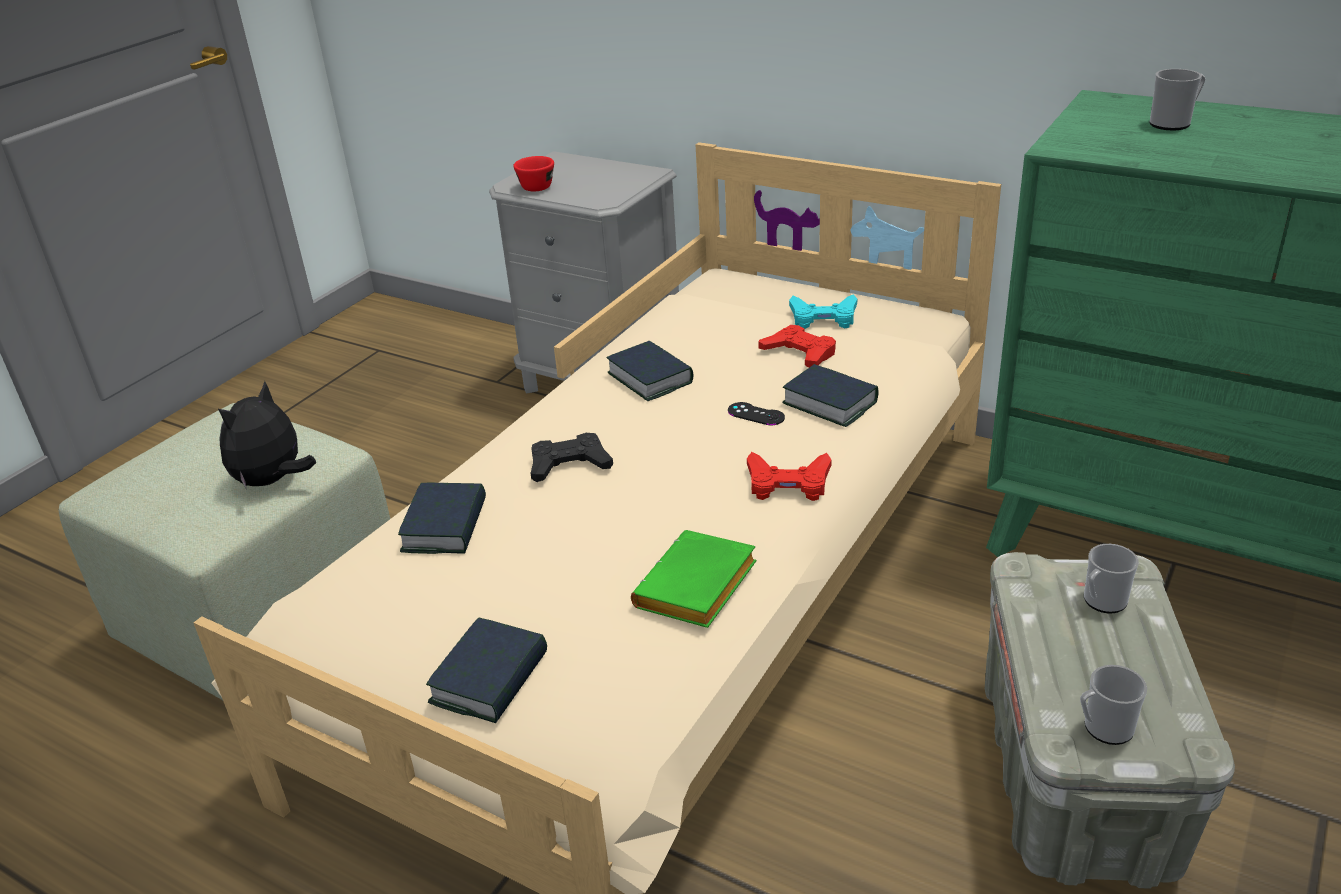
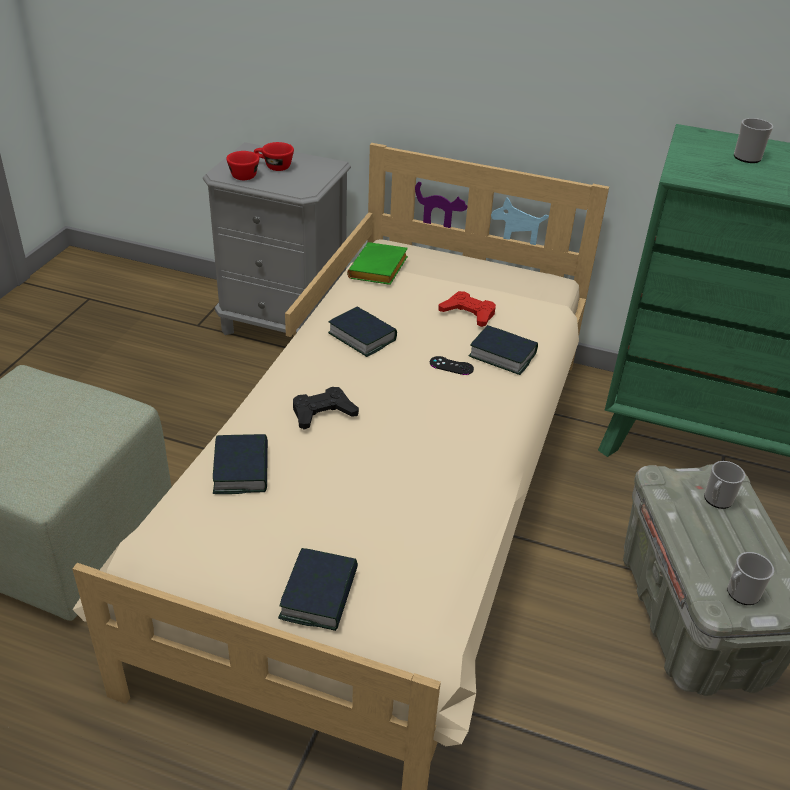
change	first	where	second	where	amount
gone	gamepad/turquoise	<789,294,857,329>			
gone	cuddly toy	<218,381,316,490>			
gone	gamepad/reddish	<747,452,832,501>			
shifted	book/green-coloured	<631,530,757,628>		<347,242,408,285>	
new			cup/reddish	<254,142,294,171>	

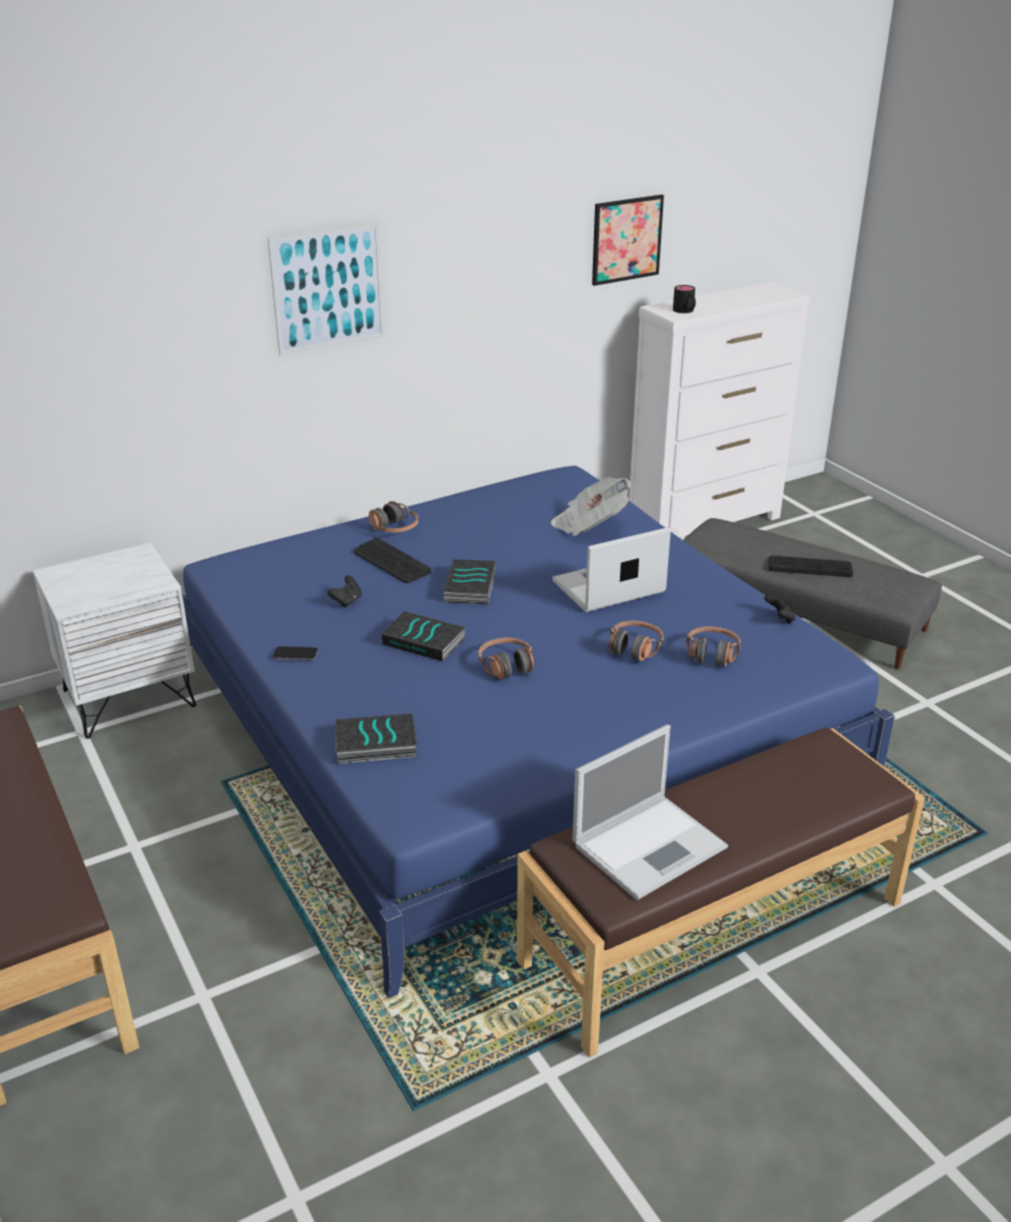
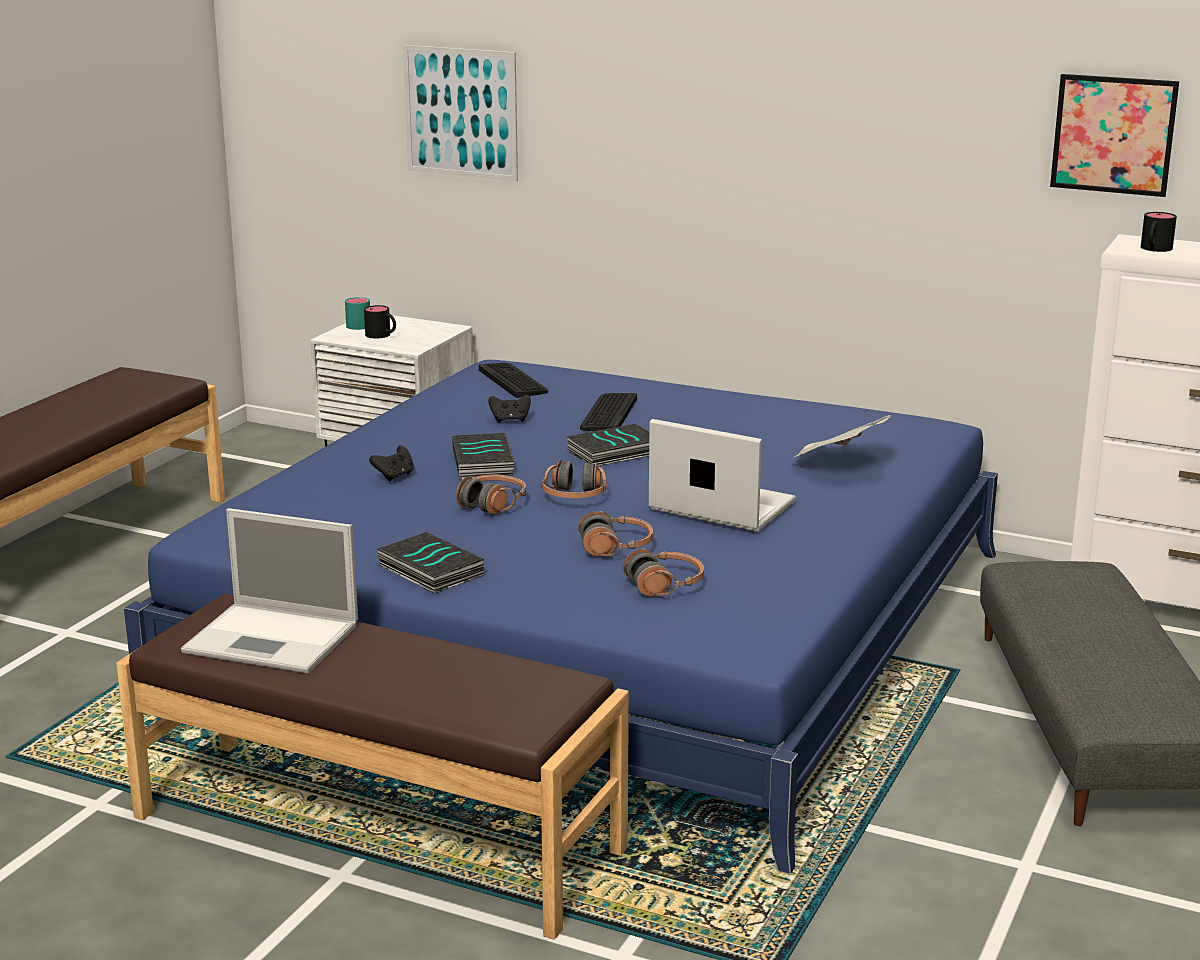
change	first	where	second	where	amount
shifted	picture	<268,222,385,356>		<403,45,518,181>	
shifted	headphones	<369,501,418,533>		<541,460,607,499>	
shifted	PC keyboard	<769,555,853,577>		<479,363,548,398>	
shifted	gamepad/blackish	<764,594,796,624>		<369,446,414,482>	
gone	telephone	<273,646,318,661>			
shifted	book	<335,713,418,764>		<377,532,484,593>	
new			tea mug/turquoise	<345,297,370,330>	
new			tea mug/blackish	<364,305,396,338>	

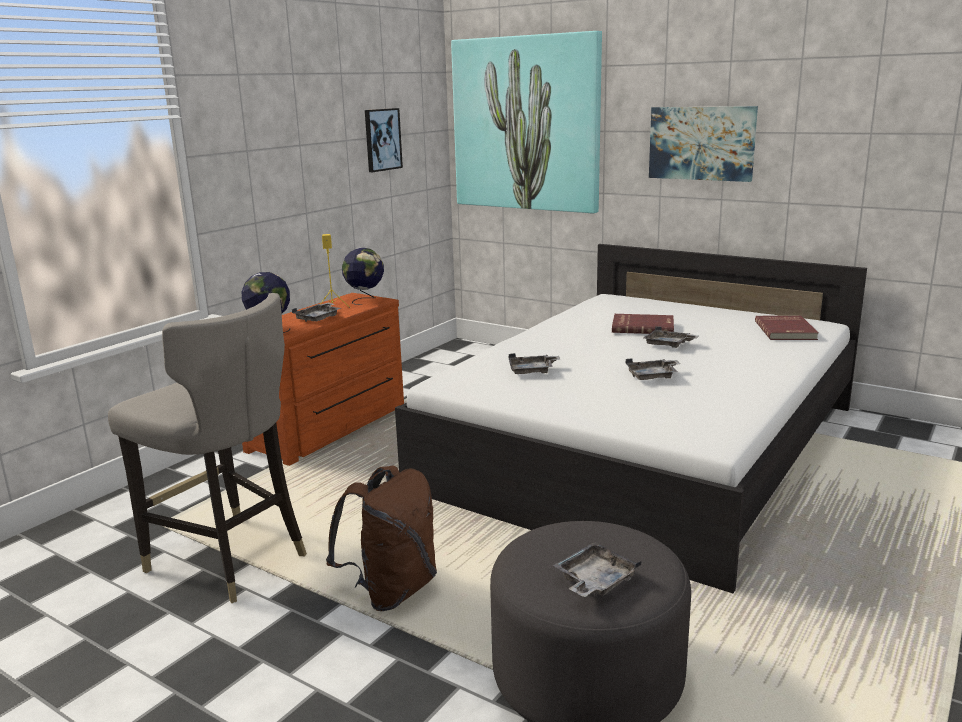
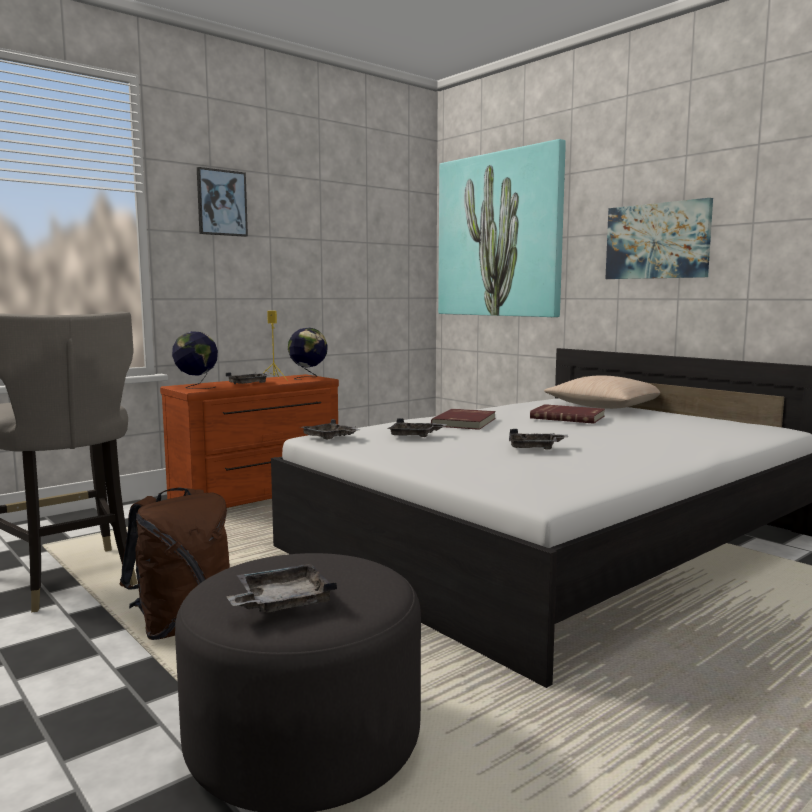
change	first	where	second	where	amount
shifted	picture	<365,108,403,172>		<197,167,248,237>	
shifted	book/reddish	<755,316,819,340>		<431,409,496,430>	
shifted	tray/greyish	<644,326,699,348>		<300,419,361,440>	
new			cushion/beige-coloured	<544,376,660,409>	

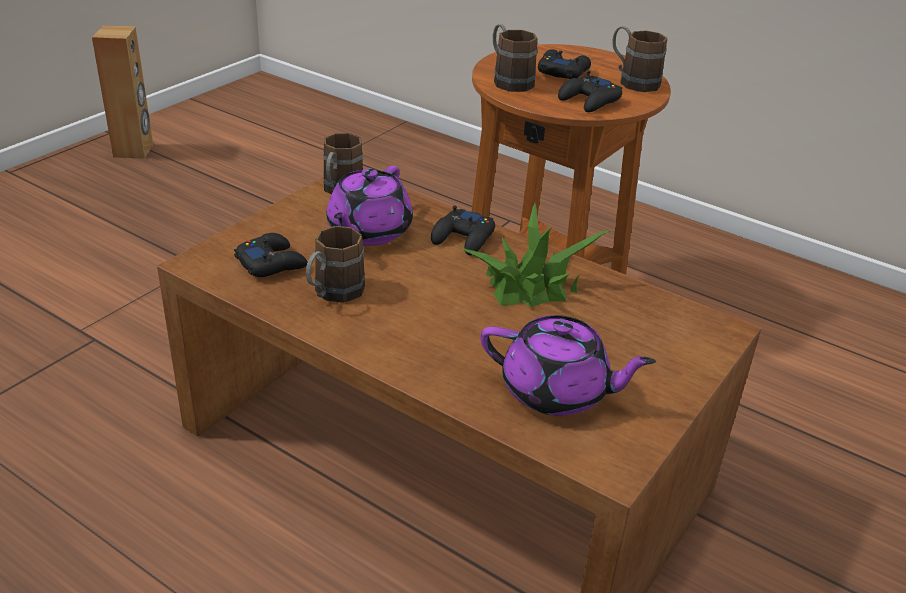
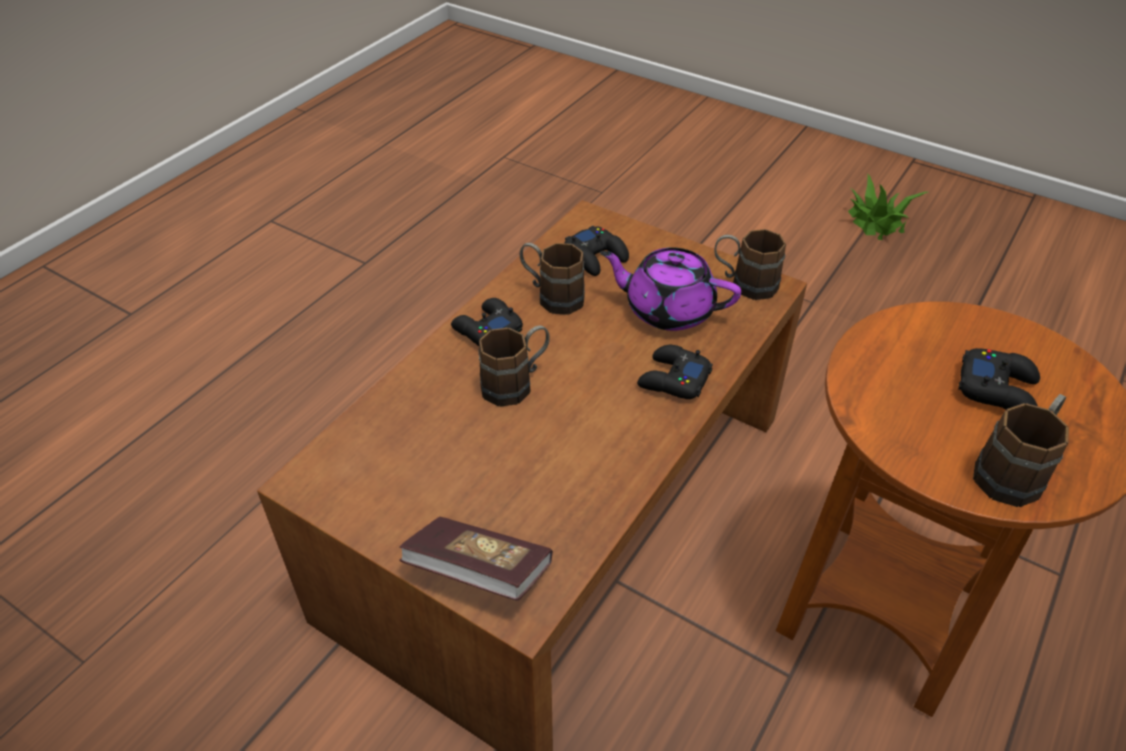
change	first	where	second	where	amount
shifted	tea mug/brown	<493,24,538,92>		<478,325,550,407>	
gone	loudspeaker/brown	<92,26,153,159>			
shifted	gamepad/blackish	<558,70,622,112>		<451,298,523,346>	
shifted	houseplant	<458,203,612,307>		<848,174,928,240>	
gone	teapot/purple-coloured	<480,315,656,416>			
new			book	<399,517,553,601>	

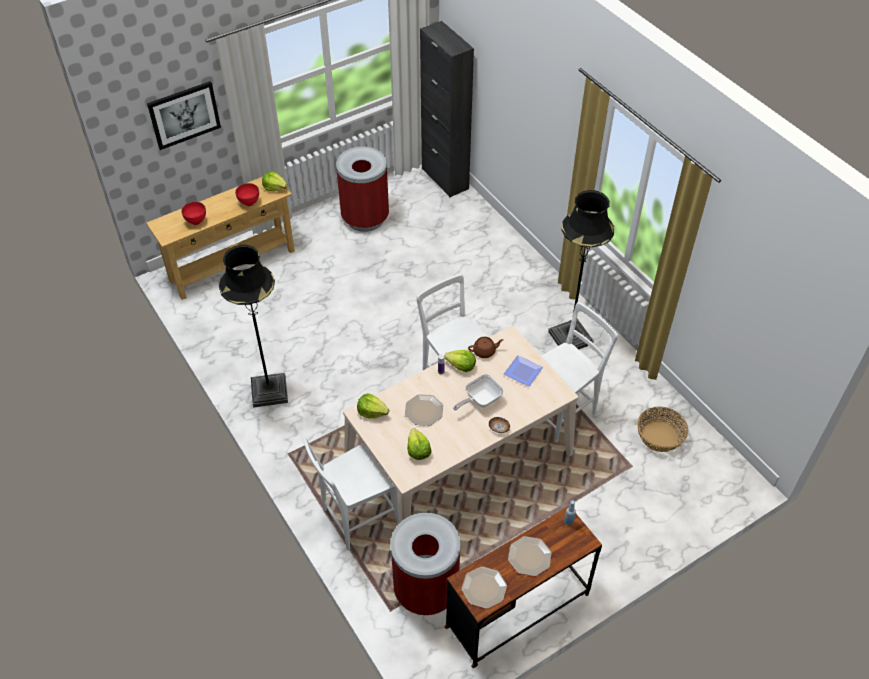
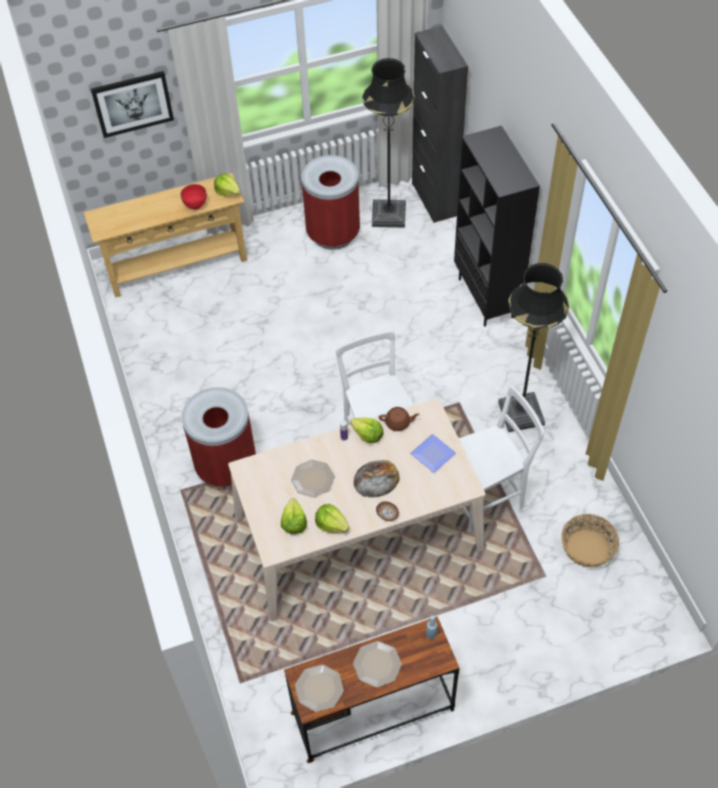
change	first	where	second	where	amount
gone	serving bowl/reddish	<181,202,206,225>			
shifted	floor lamp/blackish	<219,245,288,408>		<362,58,415,228>	
swapped	pan	<453,374,504,411>	baked bread	<353,460,400,498>	
shifted	head of lettuce	<357,393,390,419>		<315,504,350,533>	
gone	plain chair/white	<303,439,399,550>			
shifted	waste bin/reddish	<391,513,461,615>		<182,387,256,487>	
new			shelving unit/blackish	<454,126,540,327>	

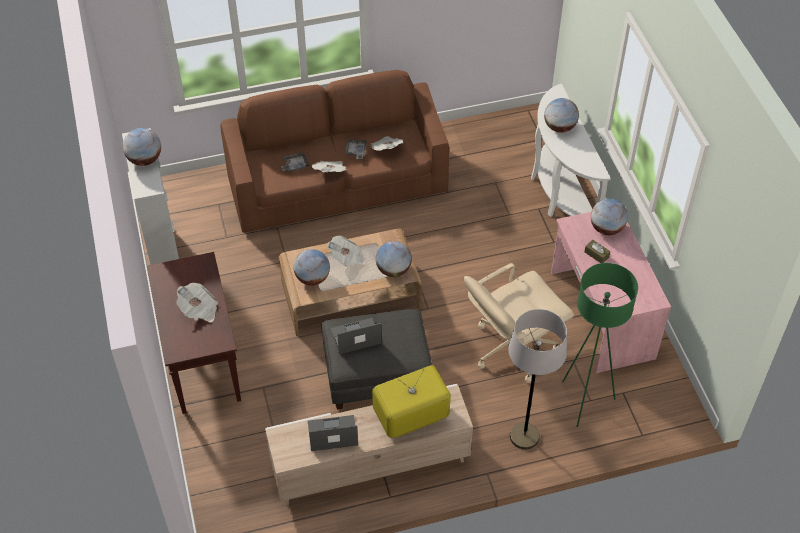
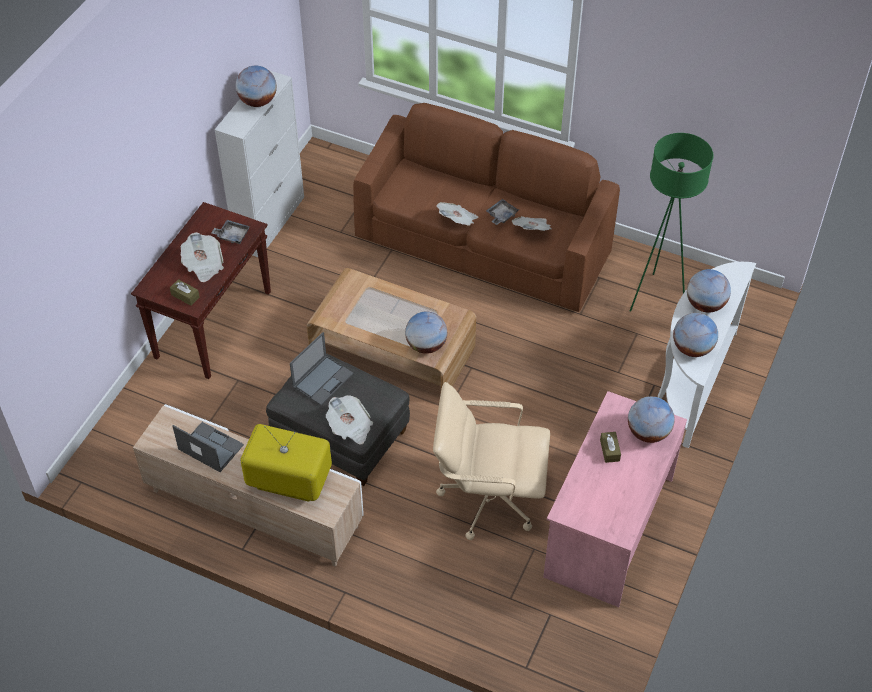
change	first	where	second	where	amount
shifted	tray/greyish	<281,152,309,172>		<211,220,250,244>	
shifted	newspaper	<327,236,366,267>		<326,395,373,445>	
shifted	globe	<294,249,330,285>		<673,313,718,357>	
shifted	floor lamp/green-coloured	<562,263,638,427>		<630,133,713,312>	
gone	floor lamp/greyish	<508,309,567,449>			
rotated	portable computer	<330,318,382,354>		<290,332,354,405>	105 degrees clockwise
new			tissue box/brown	<170,279,200,306>	

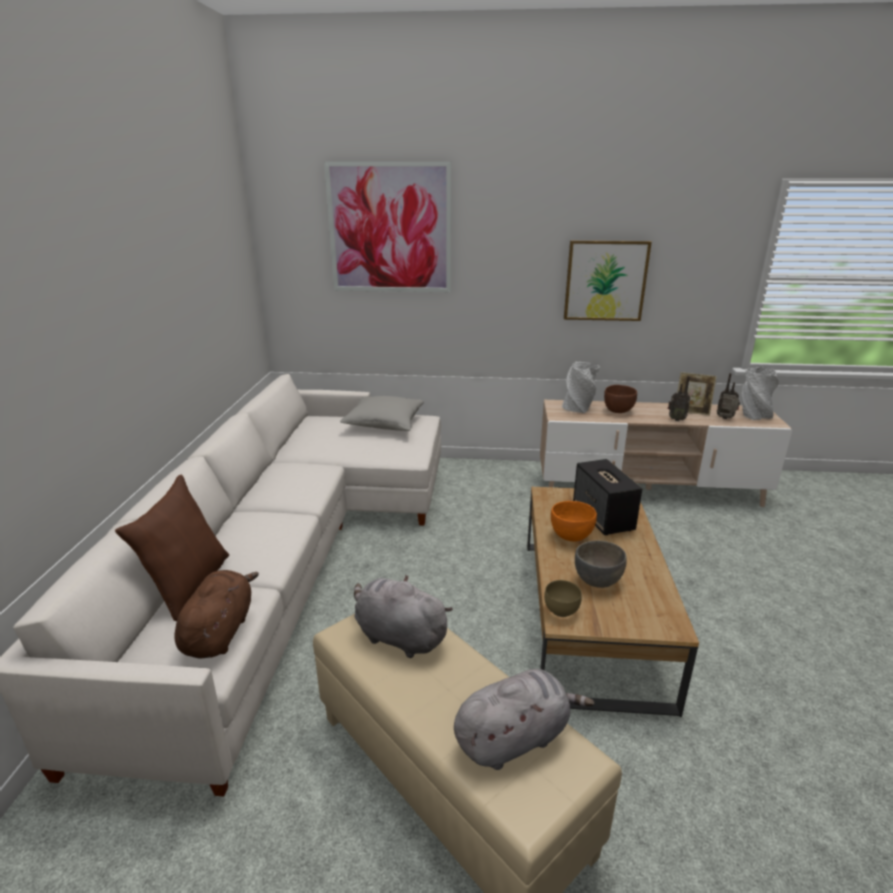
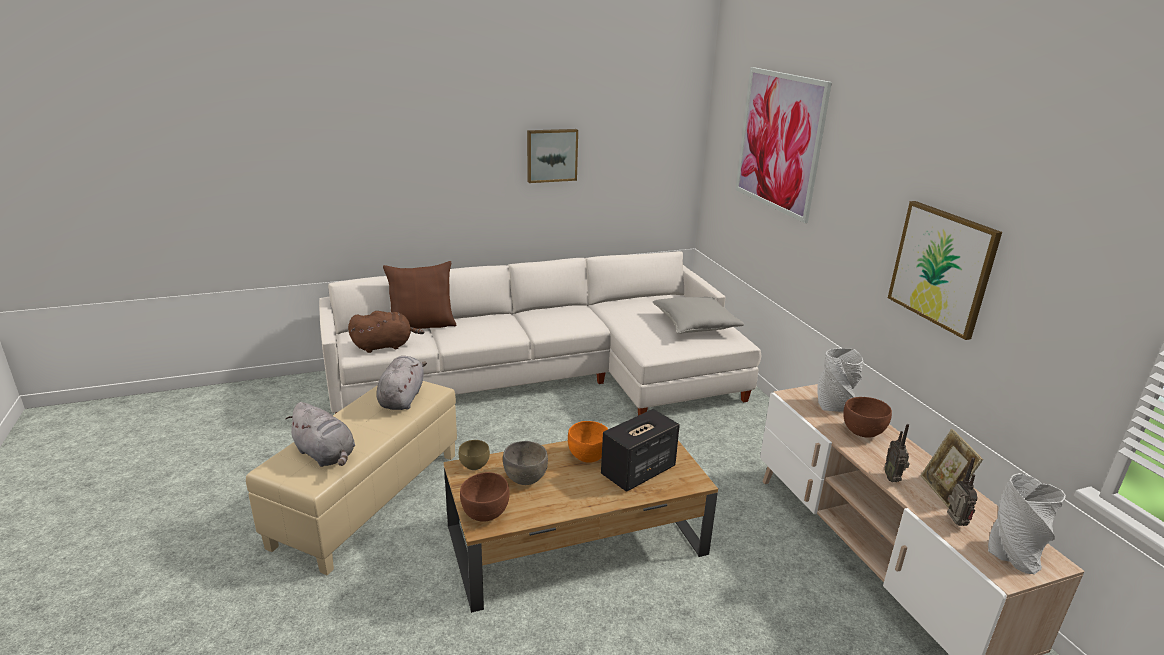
change	first	where	second	where	amount
new			picture	<527,129,578,183>	
new			serving bowl/brown	<460,472,510,522>	

